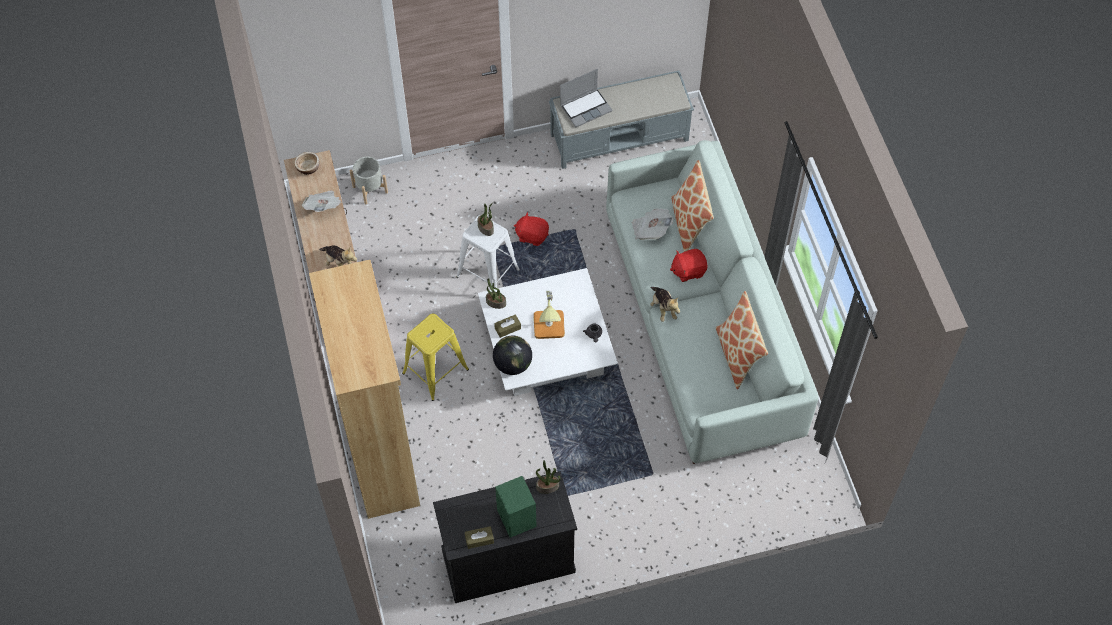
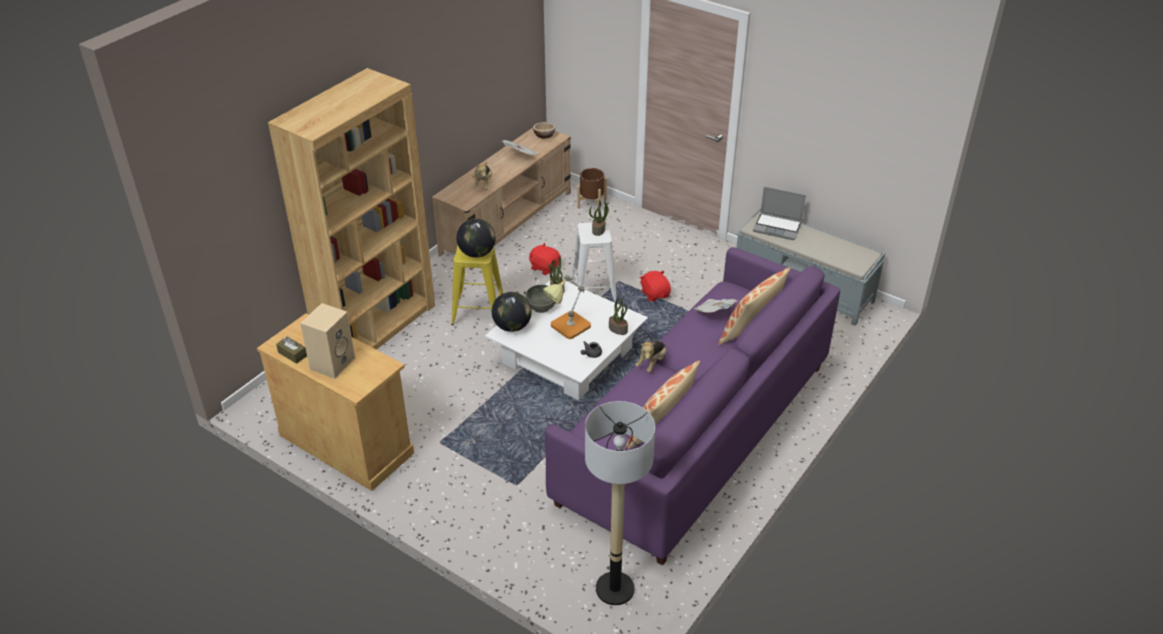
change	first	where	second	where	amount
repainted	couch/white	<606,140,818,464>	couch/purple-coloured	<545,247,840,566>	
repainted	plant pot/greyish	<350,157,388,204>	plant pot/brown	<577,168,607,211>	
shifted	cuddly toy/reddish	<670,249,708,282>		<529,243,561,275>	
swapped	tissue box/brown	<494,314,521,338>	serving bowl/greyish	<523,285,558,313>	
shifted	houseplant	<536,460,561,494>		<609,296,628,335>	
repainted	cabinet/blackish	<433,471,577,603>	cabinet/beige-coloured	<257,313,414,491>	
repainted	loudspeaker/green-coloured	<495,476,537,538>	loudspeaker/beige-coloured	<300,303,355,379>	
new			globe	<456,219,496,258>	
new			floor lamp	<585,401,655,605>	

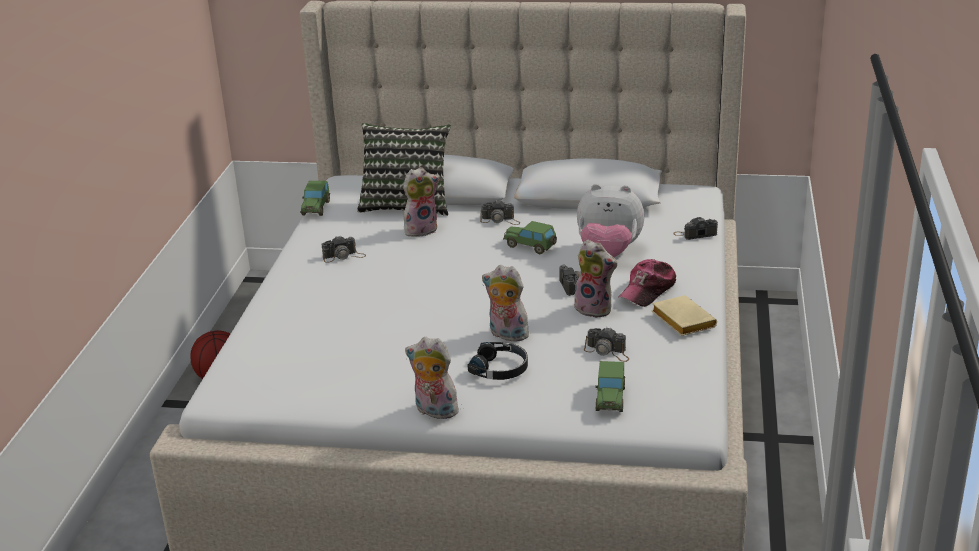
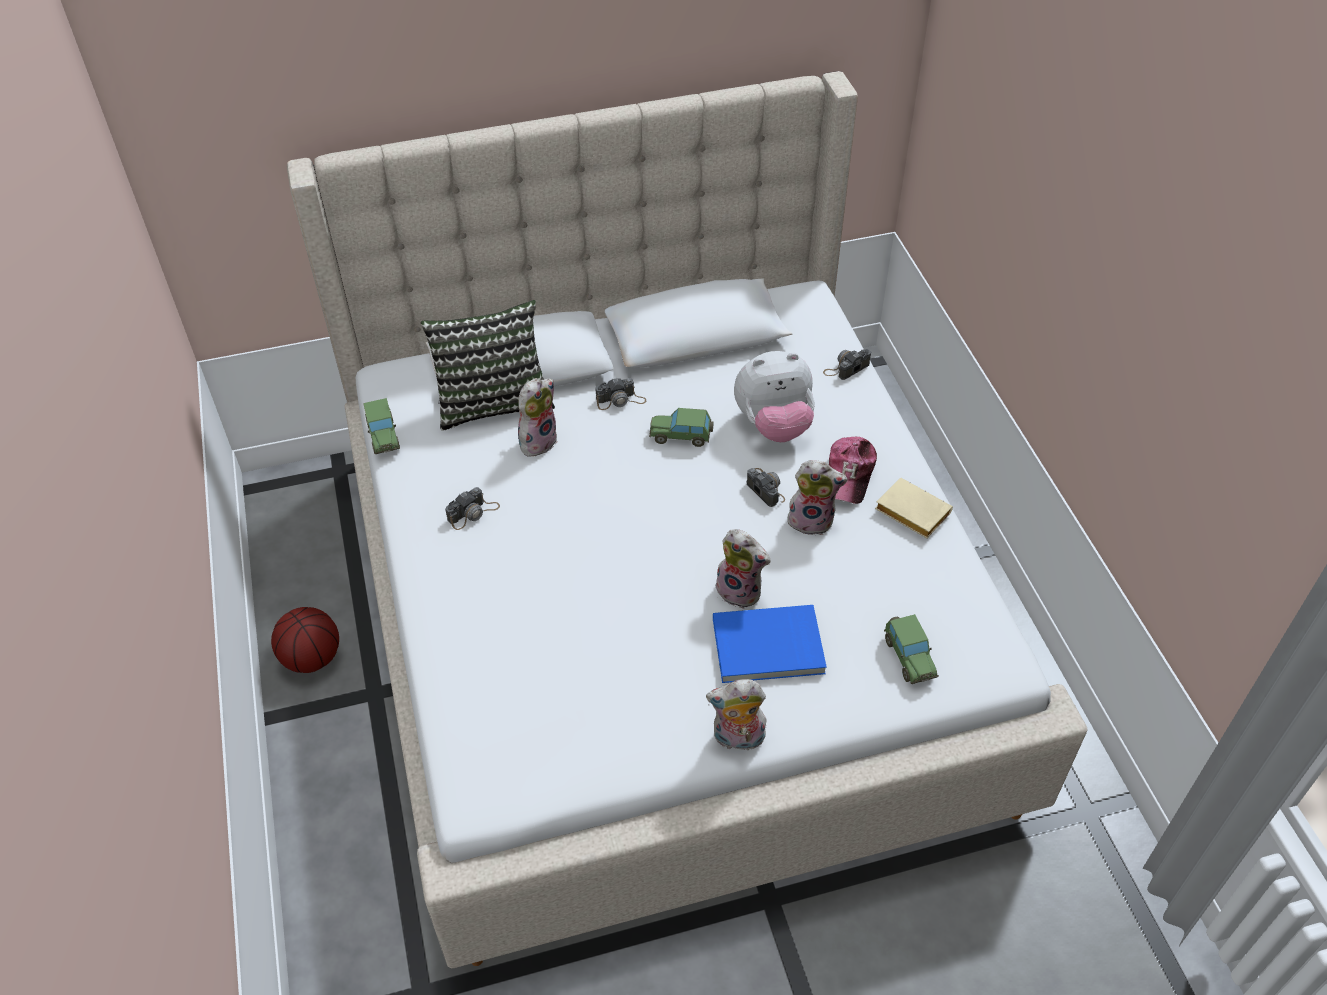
change	first	where	second	where	amount
rotated	cuddly toy	<482,265,531,342>		<716,529,770,608>	150 degrees counterclockwise
gone	photo camera	<584,327,629,362>			
swapped	headphones/blackish	<467,342,528,380>	book/blue	<713,605,827,683>	

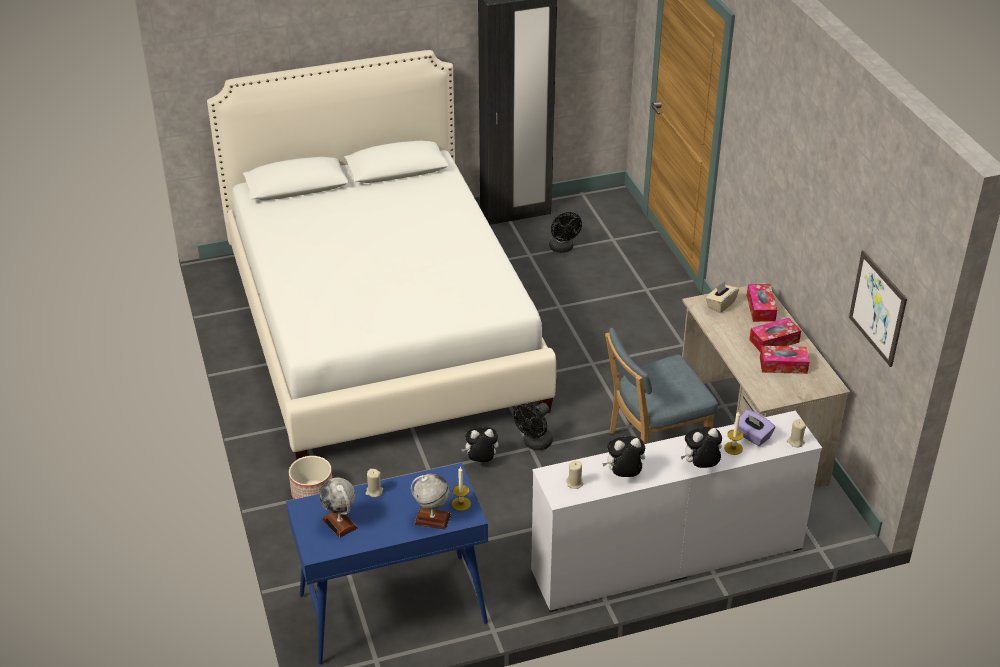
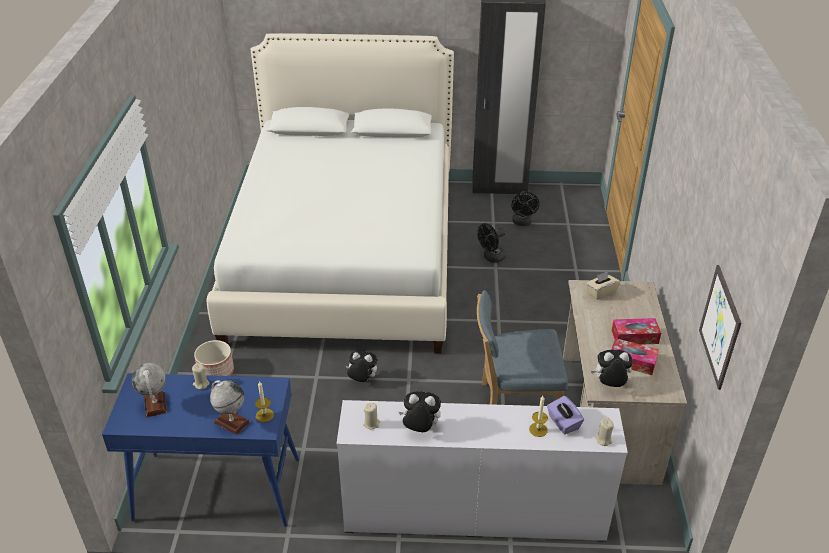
change	first	where	second	where	amount
gone	tissue box	<747,284,777,322>			
shifted	fan/blackish	<514,403,553,451>		<477,223,506,263>	
shifted	cuddly toy	<681,427,722,468>		<591,350,633,387>	

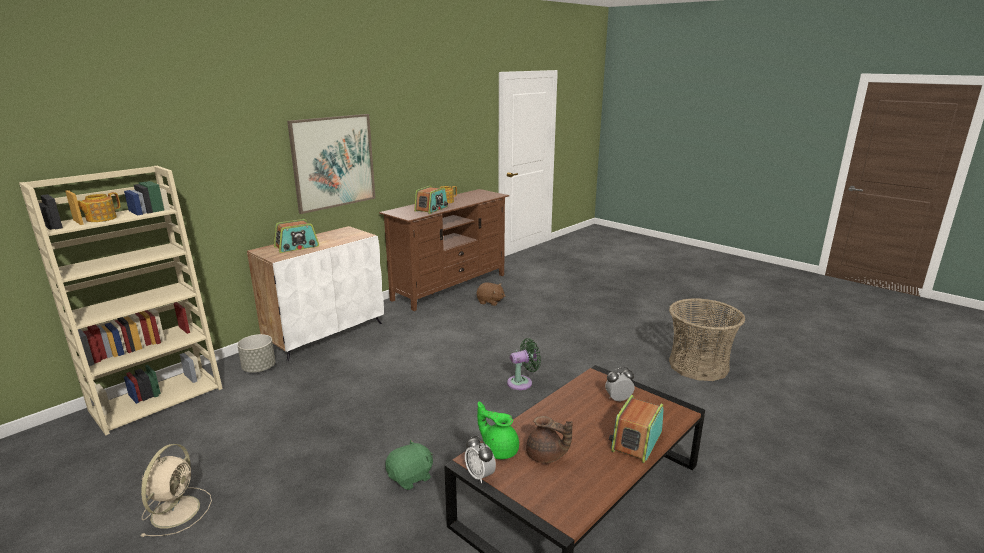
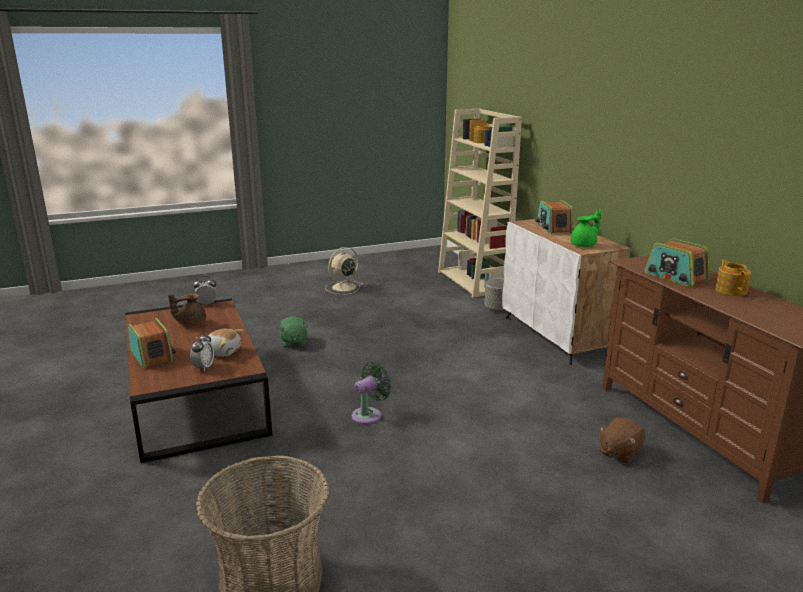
change	first	where	second	where	amount
gone	picture	<287,114,375,214>			
rotated	fan/green-coloured	<507,338,541,390>		<352,362,392,425>	135 degrees counterclockwise
shifted	teapot/green-coloured	<477,402,519,459>		<571,209,601,247>	
rotated	fan/beige-coloured	<140,444,212,537>		<325,247,363,295>	105 degrees clockwise
new			cuddly toy	<208,329,244,357>	

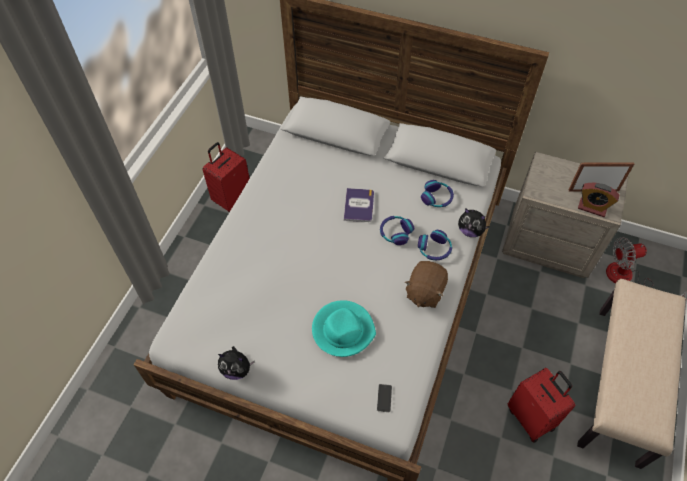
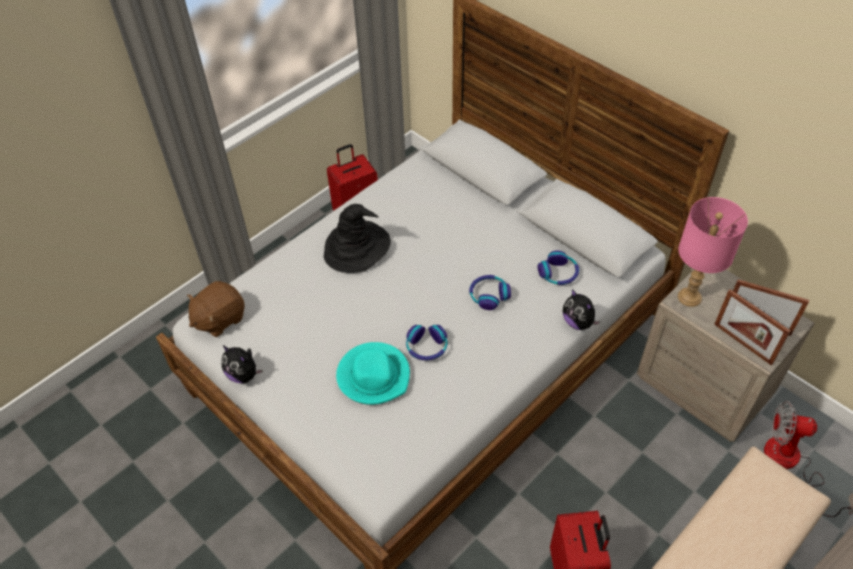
change	first	where	second	where	amount
swapped	table clock	<578,183,619,217>	photo frame	<714,289,791,365>	
gone	book	<344,188,374,222>			
shifted	headphones	<418,230,452,260>		<406,325,448,360>	
shifted	cuddly toy/brown	<405,261,448,308>		<187,281,245,337>	
gone	telephone	<377,384,392,412>			
new			tabletop lamp/pink-coloured	<678,197,748,307>	
new			clothing hat/blackish	<324,204,391,273>	

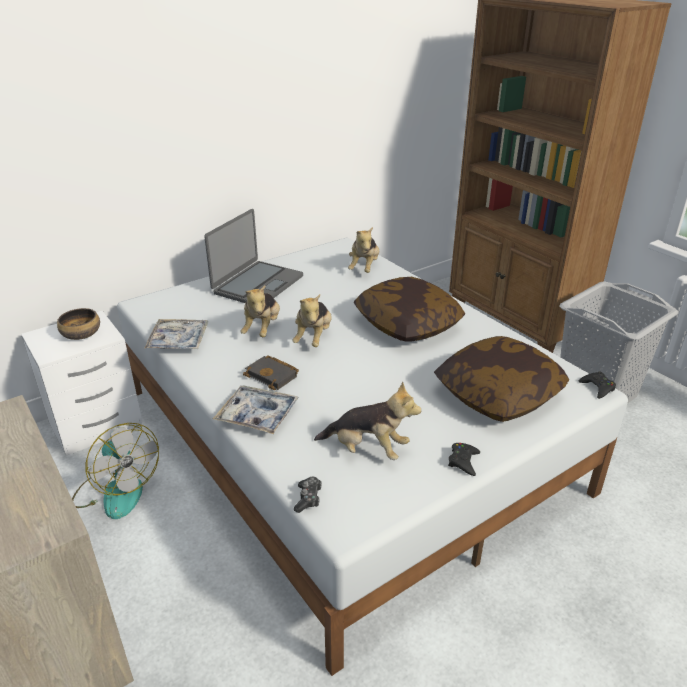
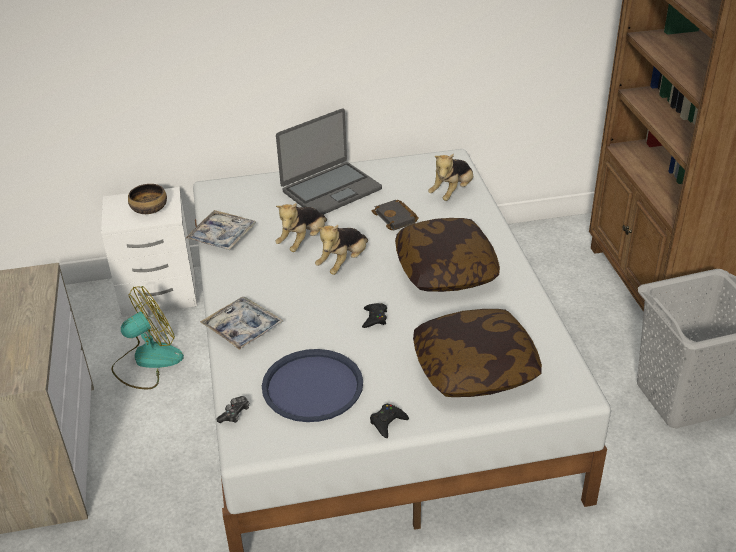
change	first	where	second	where	amount
shifted	book/blackish	<243,355,299,390>		<371,200,419,231>	
shifted	gamepad/blackish	<579,372,616,399>		<362,303,387,328>	
swapped	cuddly toy	<314,381,421,460>	tray/blue	<262,349,363,422>	
rotated	fan	<72,423,159,519>		<111,286,184,389>	105 degrees counterclockwise

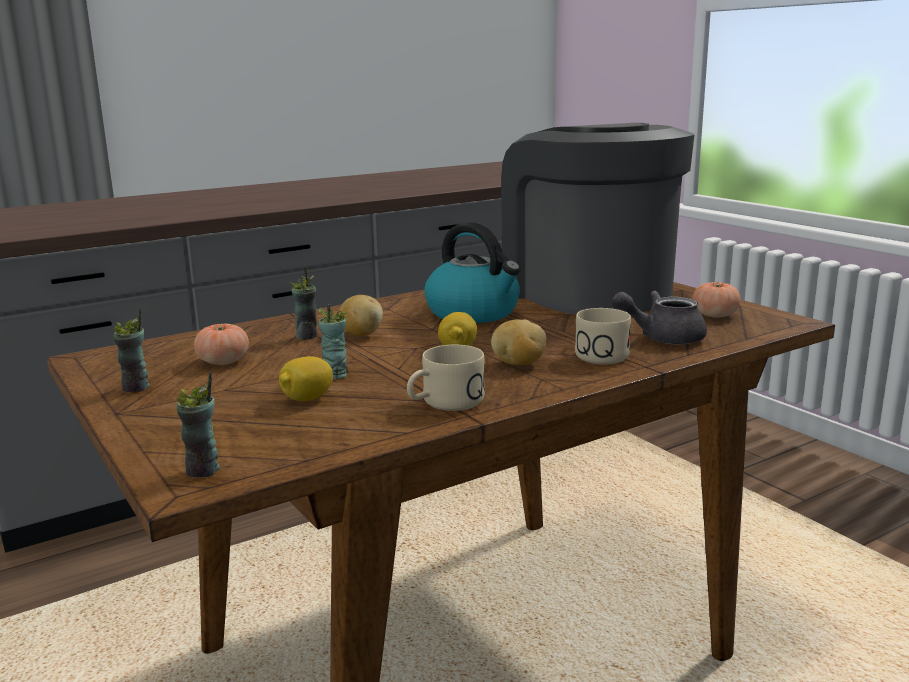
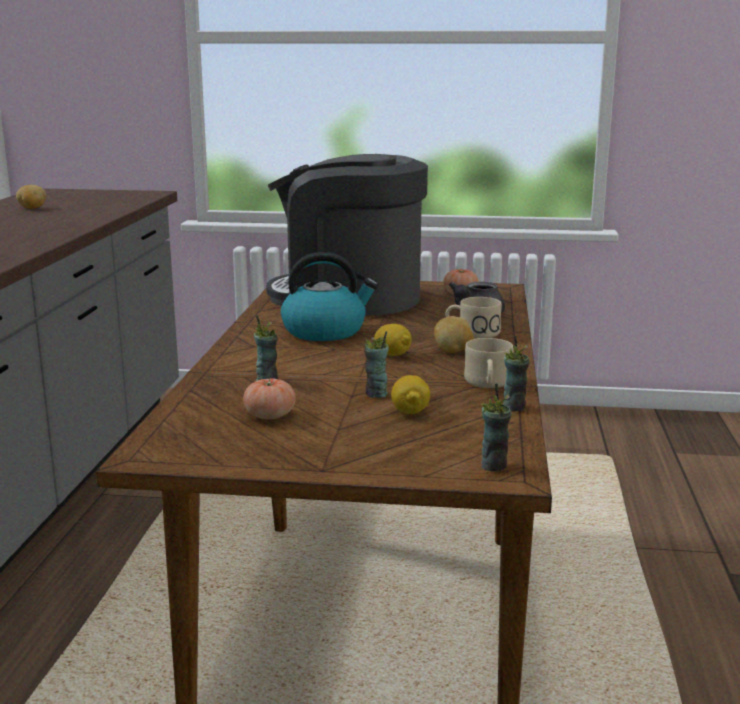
change	first	where	second	where	amount
shifted	whole potato	<339,295,383,336>		<16,185,46,209>	
shifted	cup	<113,308,150,392>		<503,336,530,411>	

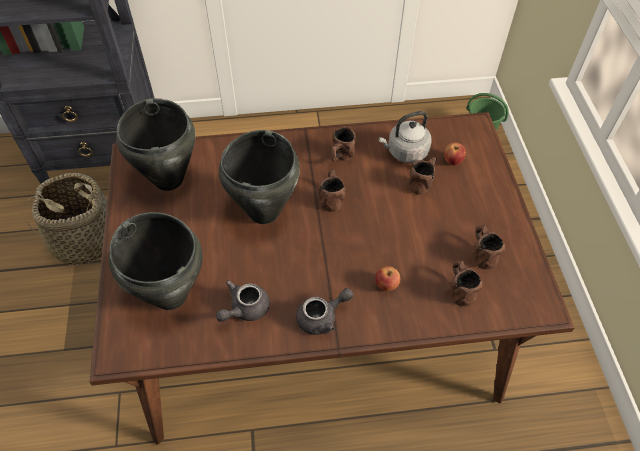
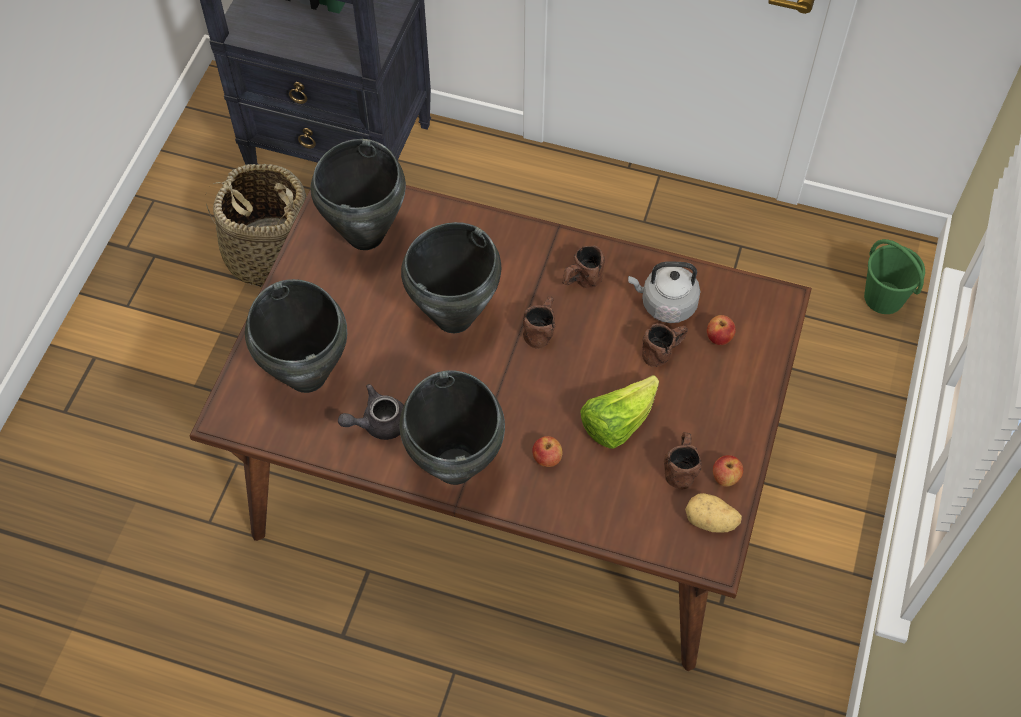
change	first	where	second	where	amount
gone	tea mug/brown	<449,260,483,307>			
swapped	teapot/greyish	<296,288,353,335>	saucepot/blackish	<400,370,505,485>	
new			head of lettuce	<580,375,659,449>	
new			whole apple	<713,455,743,487>	
new			whole potato	<685,493,742,533>	

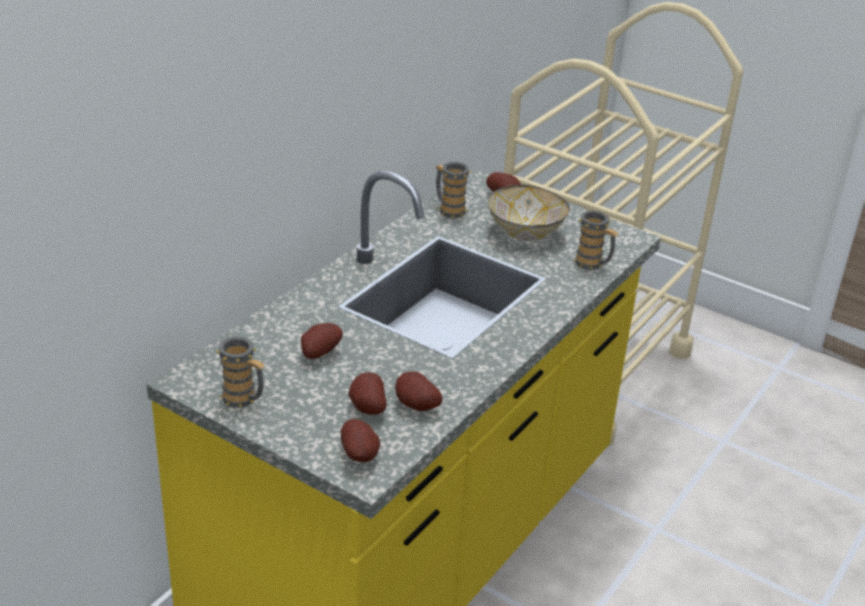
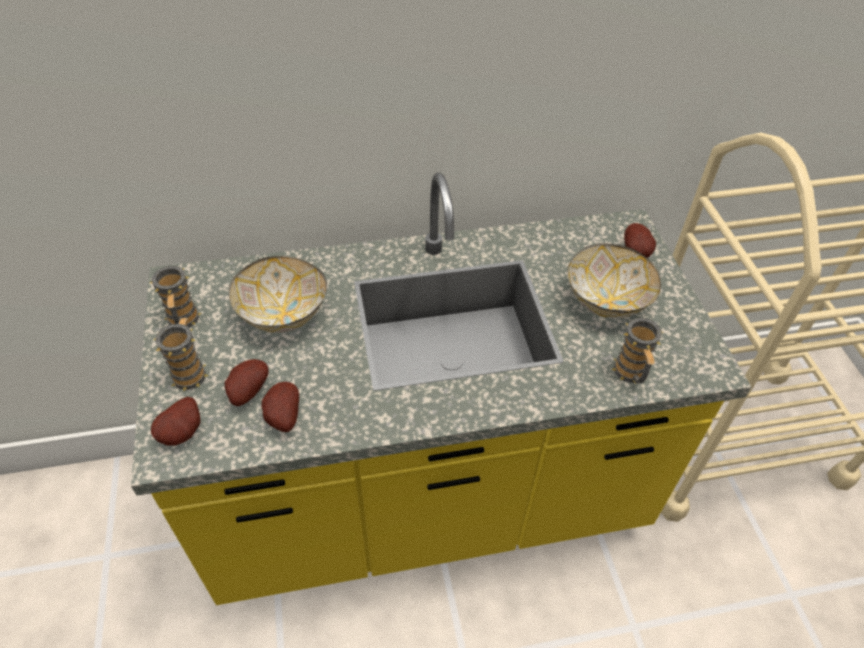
change	first	where	second	where	amount
shifted	tea mug	<436,162,471,218>		<154,318,208,391>	
swapped	whole potato	<301,323,343,359>	serving bowl	<229,256,327,333>	

